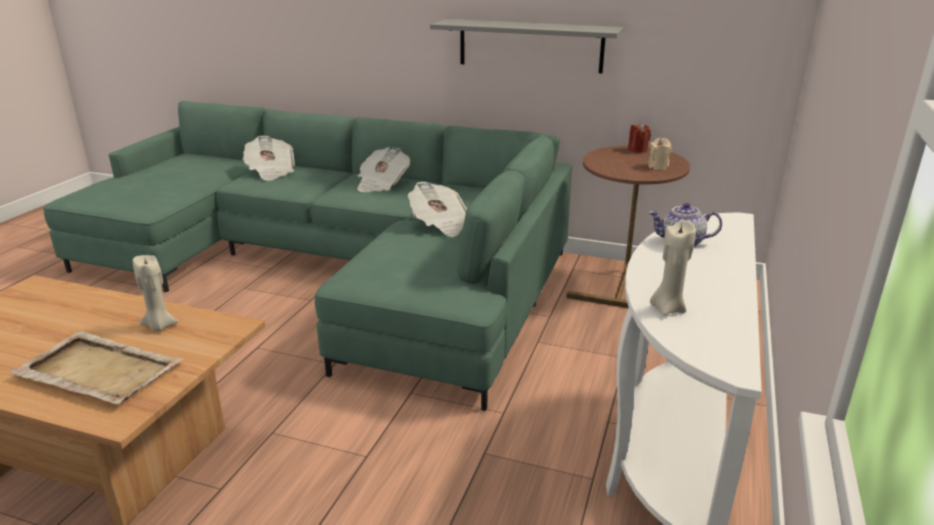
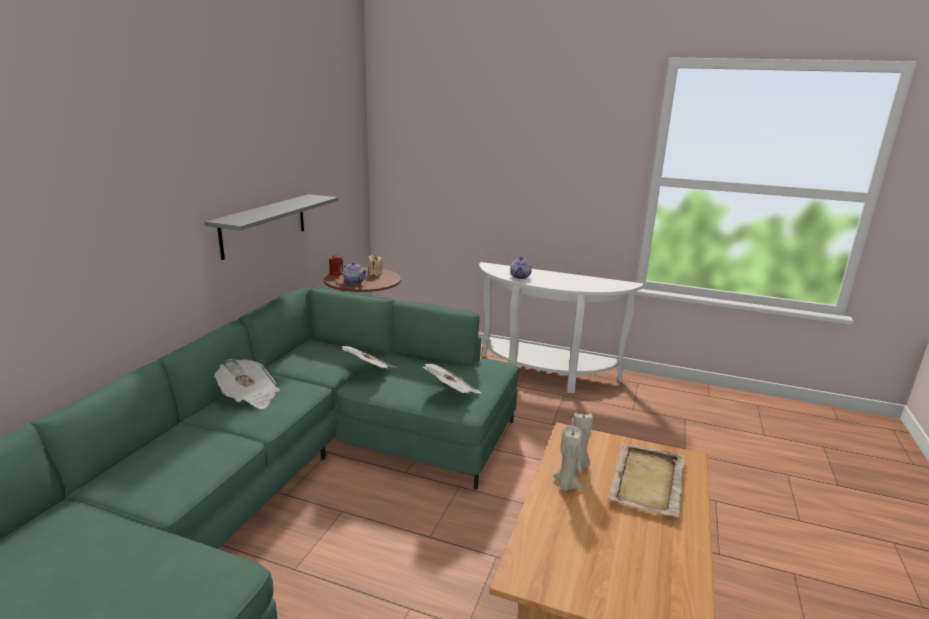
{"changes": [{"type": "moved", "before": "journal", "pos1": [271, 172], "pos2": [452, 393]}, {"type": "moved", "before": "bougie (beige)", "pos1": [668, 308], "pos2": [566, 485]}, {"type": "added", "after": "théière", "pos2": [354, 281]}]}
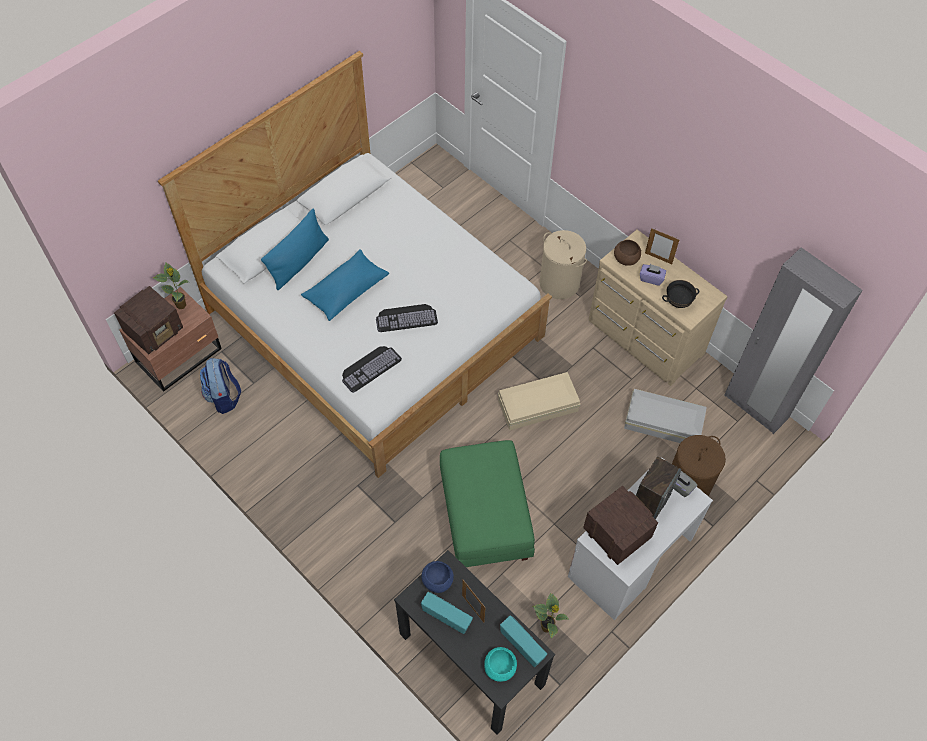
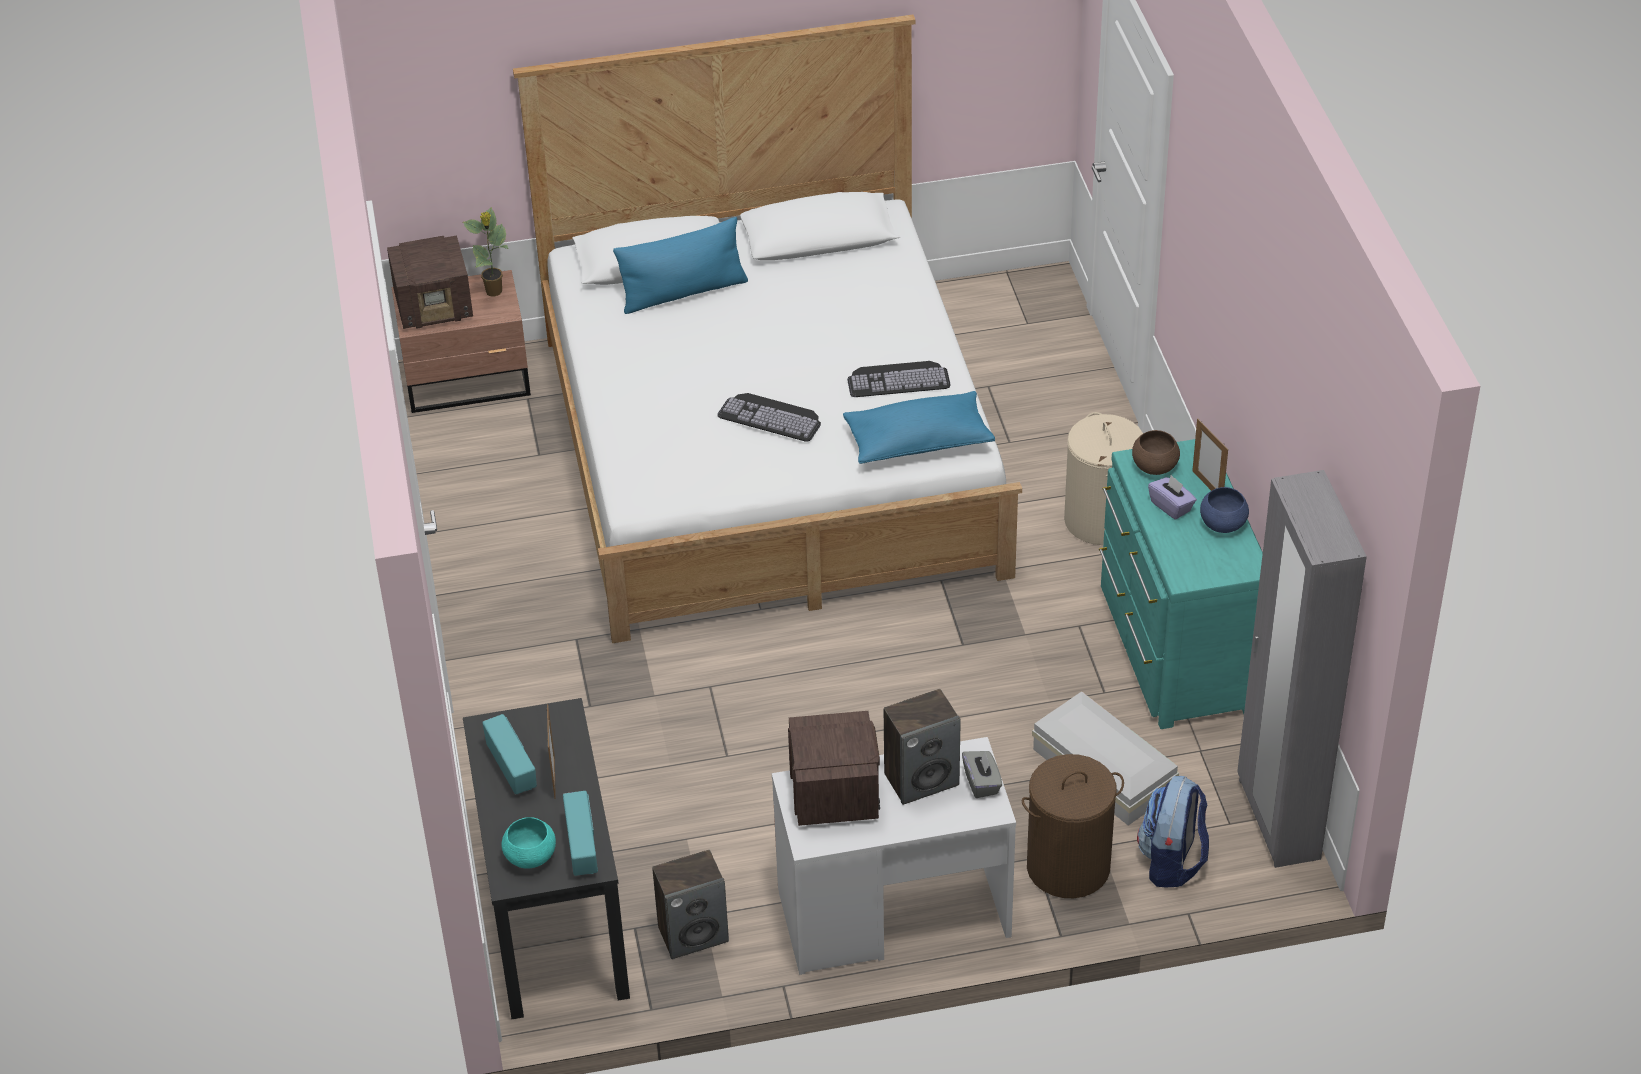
{"changes": [{"type": "recoloured", "before": "commode (beige)", "after": "commode (turquoise)", "pos1": [644, 339], "pos2": [1173, 650]}, {"type": "moved", "before": "coussin (bleu)", "pos1": [346, 291], "pos2": [918, 442]}, {"type": "removed", "before": "bol (noir)", "pos1": [678, 303]}, {"type": "moved", "before": "clavier", "pos1": [370, 367], "pos2": [898, 378]}, {"type": "moved", "before": "sac à dos", "pos1": [224, 397], "pos2": [1172, 862]}, {"type": "removed", "before": "boîte de rangement (beige)", "pos1": [539, 406]}, {"type": "removed", "before": "pouf (vert)", "pos1": [483, 517]}, {"type": "moved", "before": "bol (bleu)", "pos1": [437, 581], "pos2": [1222, 524]}, {"type": "replaced", "before": "plante en pot", "after": "enceinte", "pos1": [547, 627], "pos2": [693, 934]}]}
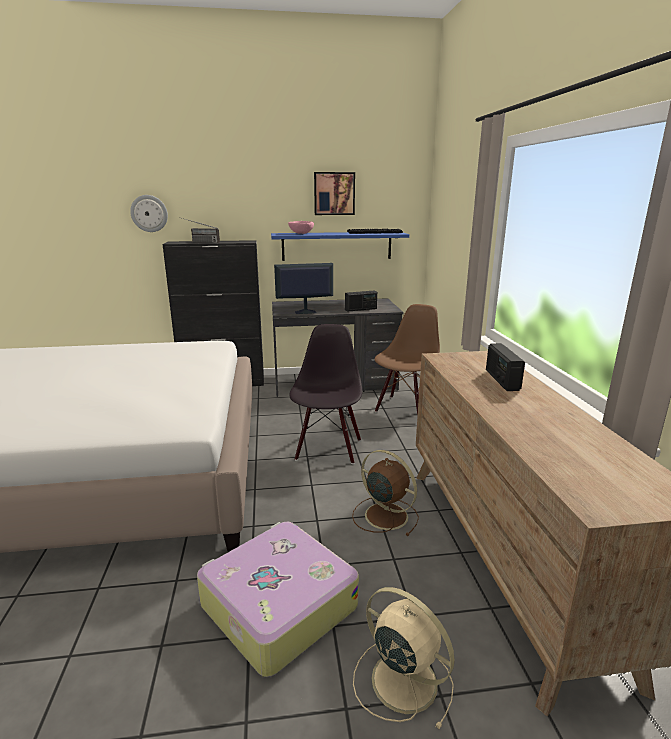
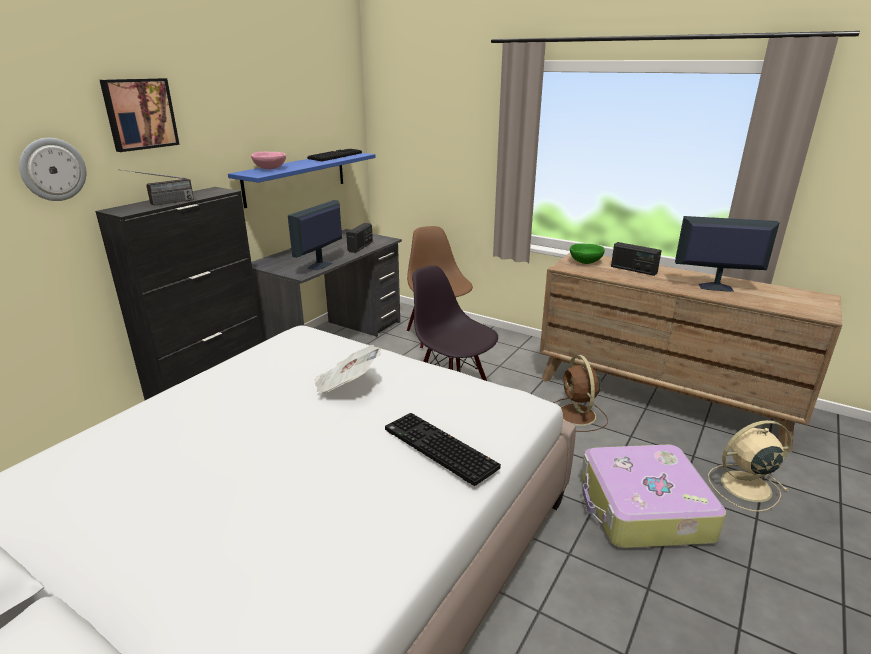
{"changes": [{"type": "moved", "before": "tableau", "pos1": [334, 193], "pos2": [139, 114]}, {"type": "turned", "before": "ventilateur (marron)", "pos1": [384, 515], "pos2": [577, 416], "turn": -90}, {"type": "added", "after": "écran d'ordinateur", "pos2": [715, 287]}, {"type": "added", "after": "bol (vert)", "pos2": [585, 262]}, {"type": "added", "after": "journal", "pos2": [346, 385]}, {"type": "added", "after": "clavier", "pos2": [437, 449]}]}
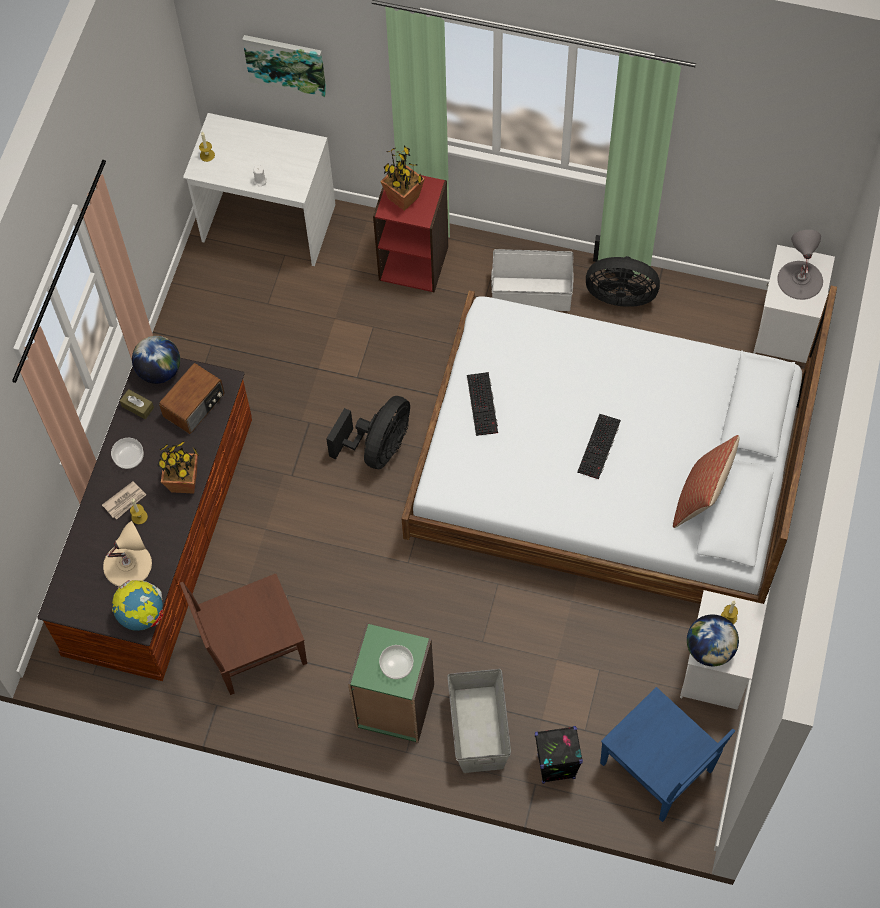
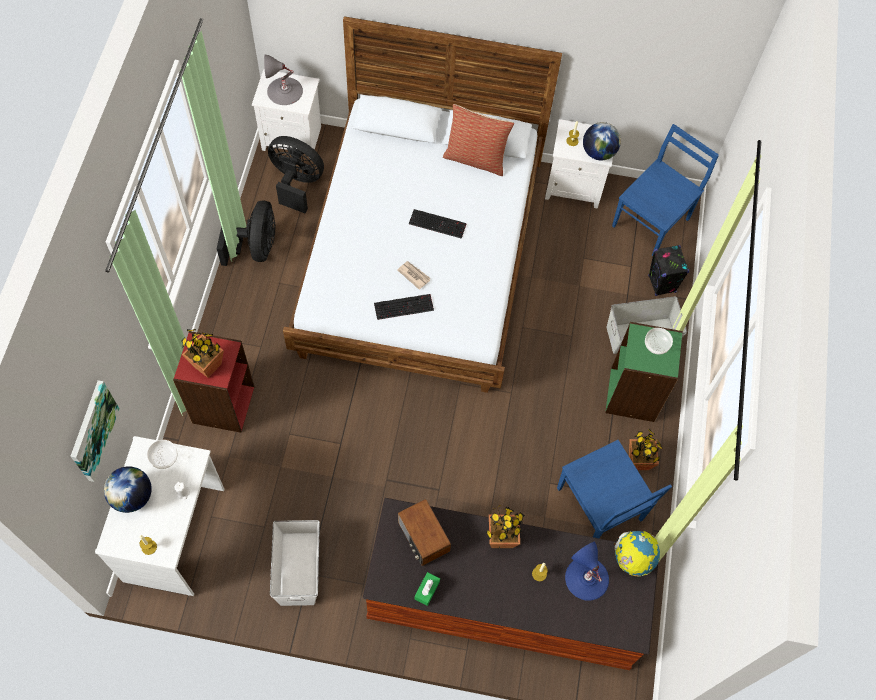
{"changes": [{"type": "moved", "before": "boîte de rangement (blanc)", "pos1": [531, 293], "pos2": [298, 569]}, {"type": "moved", "before": "globe", "pos1": [159, 371], "pos2": [132, 496]}, {"type": "turned", "before": "radio", "pos1": [195, 406], "pos2": [423, 537], "turn": -150}, {"type": "recoloured", "before": "boîte à mouchoirs (marron)", "after": "boîte à mouchoirs (vert)", "pos1": [137, 407], "pos2": [427, 590]}, {"type": "moved", "before": "ventilateur (noir)", "pos1": [378, 448], "pos2": [296, 183]}, {"type": "moved", "before": "bol", "pos1": [128, 457], "pos2": [164, 457]}, {"type": "moved", "before": "journal", "pos1": [125, 501], "pos2": [413, 275]}, {"type": "recoloured", "before": "lampe de table (beige)", "after": "lampe de table (bleu)", "pos1": [127, 564], "pos2": [586, 578]}, {"type": "recoloured", "before": "chaise (marron)", "after": "chaise (bleu)", "pos1": [253, 649], "pos2": [600, 506]}, {"type": "added", "after": "plante en pot", "pos2": [639, 461]}]}
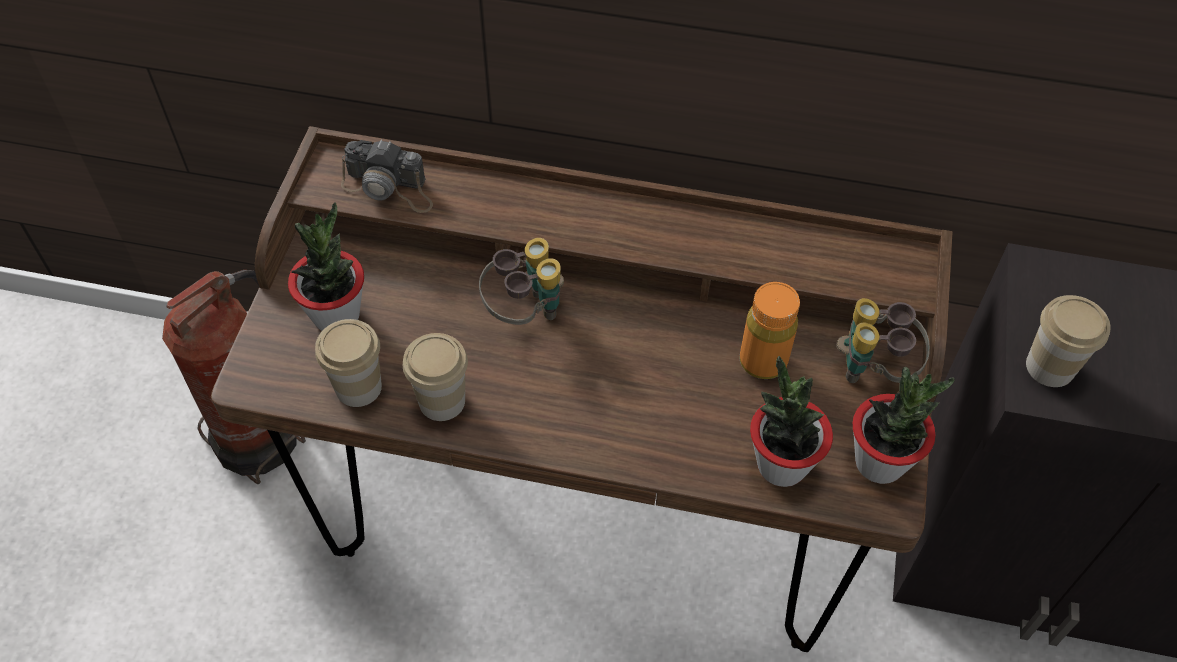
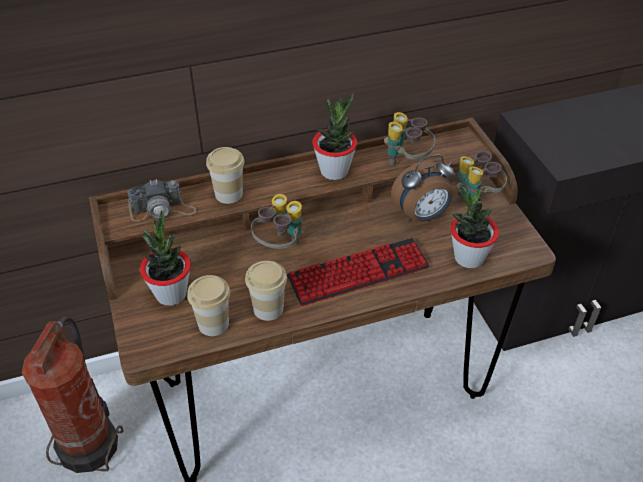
{"changes": [{"type": "replaced", "before": "bouteille (orange)", "after": "réveil", "pos1": [763, 361], "pos2": [421, 216]}, {"type": "moved", "before": "tasse", "pos1": [1050, 367], "pos2": [229, 194]}, {"type": "moved", "before": "plante en pot", "pos1": [880, 462], "pos2": [334, 171]}, {"type": "added", "after": "jumelles", "pos2": [406, 161]}, {"type": "added", "after": "clavier", "pos2": [358, 273]}]}
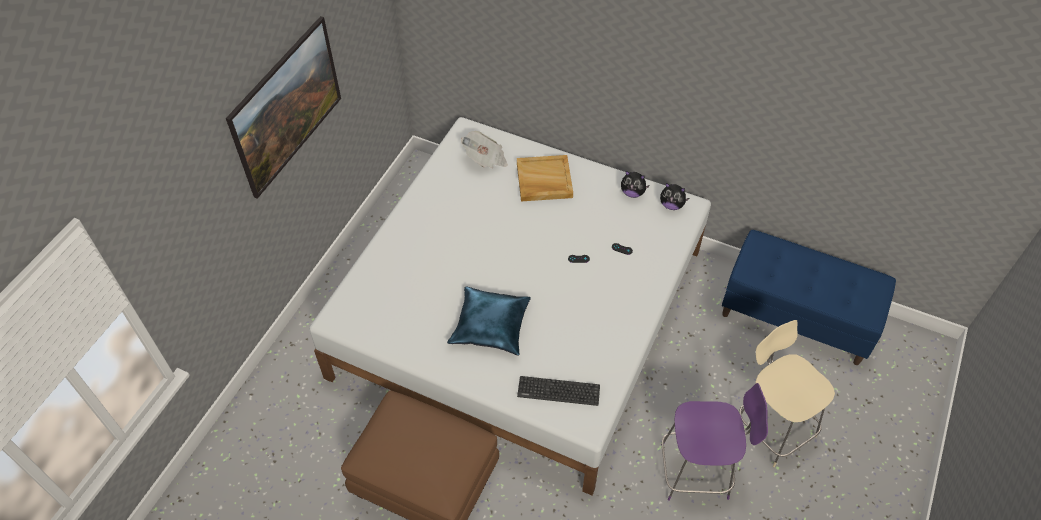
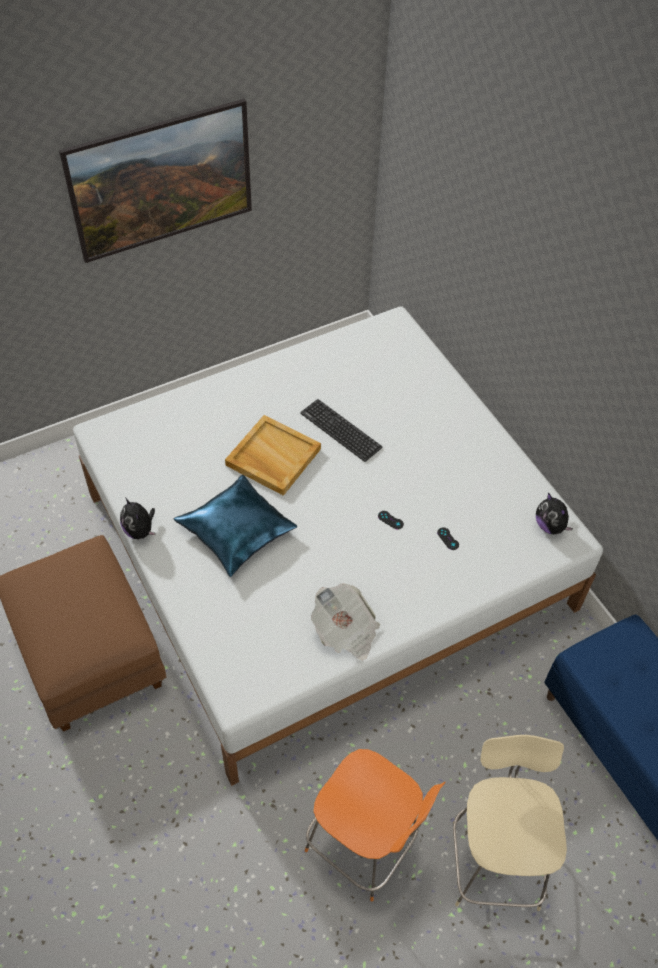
{"changes": [{"type": "moved", "before": "journal", "pos1": [485, 159], "pos2": [345, 631]}, {"type": "moved", "before": "plateau (beige)", "pos1": [543, 180], "pos2": [272, 457]}, {"type": "moved", "before": "peluche", "pos1": [632, 193], "pos2": [140, 531]}, {"type": "moved", "before": "clavier", "pos1": [558, 391], "pos2": [340, 430]}, {"type": "recoloured", "before": "chaise (violet)", "after": "chaise (orange)", "pos1": [697, 471], "pos2": [364, 844]}]}
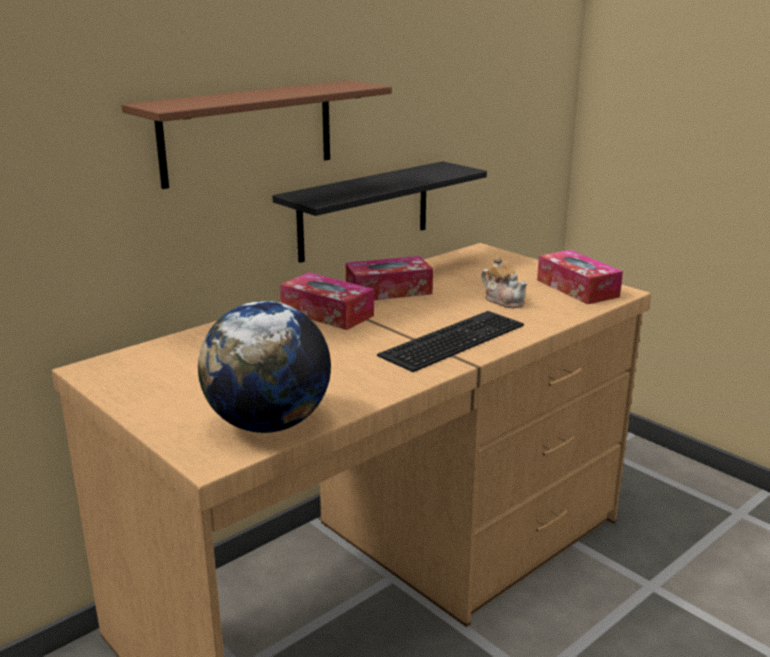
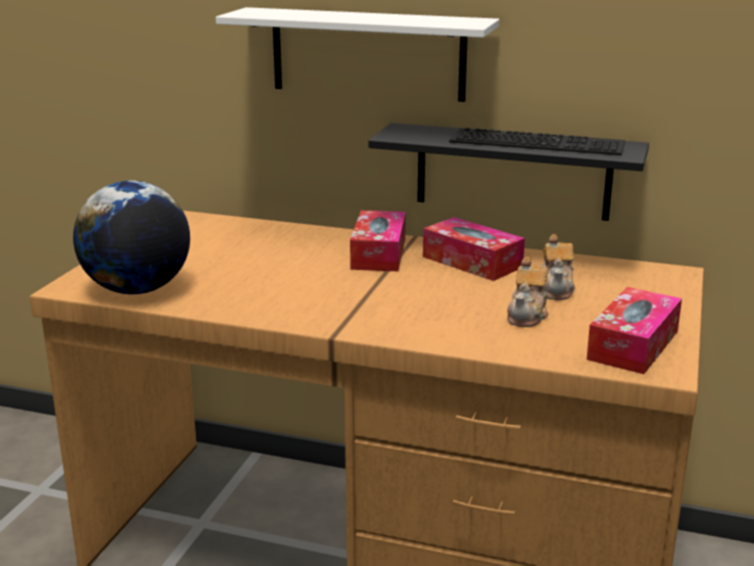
{"changes": [{"type": "recoloured", "before": "étagère (marron)", "after": "étagère (blanc)", "pos1": [248, 132], "pos2": [367, 54]}, {"type": "moved", "before": "clavier", "pos1": [452, 338], "pos2": [539, 141]}, {"type": "added", "after": "théière", "pos2": [556, 289]}]}
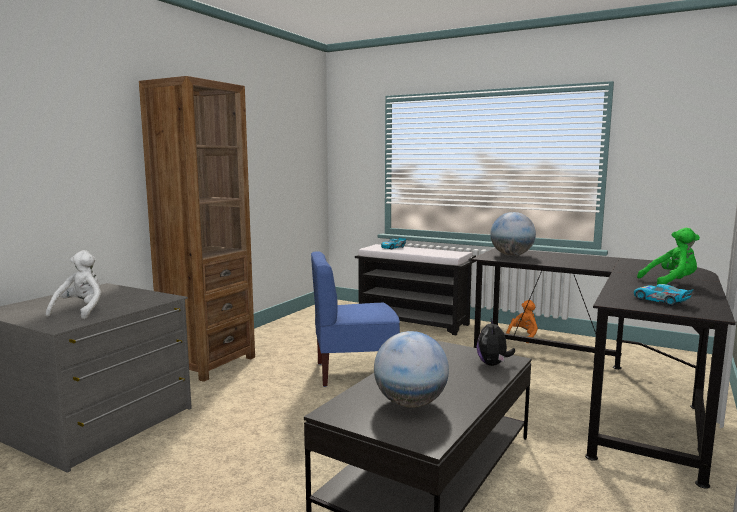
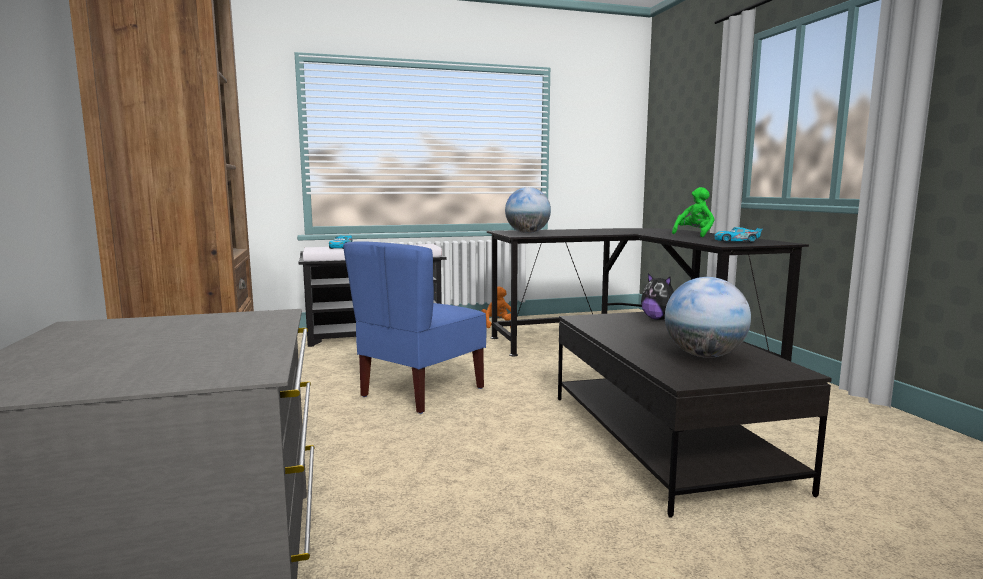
{"changes": [{"type": "removed", "before": "peluche (blanc)", "pos1": [81, 311]}]}
